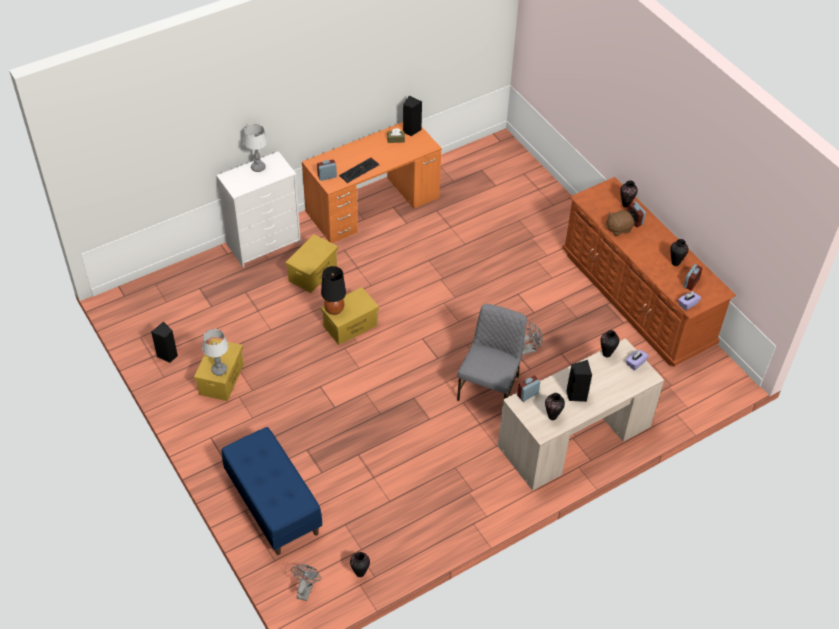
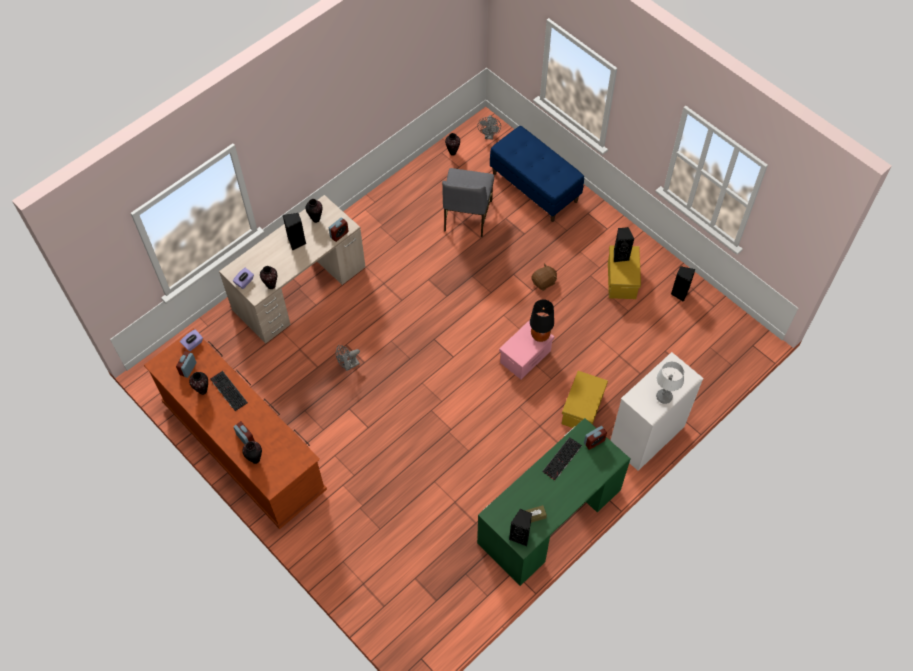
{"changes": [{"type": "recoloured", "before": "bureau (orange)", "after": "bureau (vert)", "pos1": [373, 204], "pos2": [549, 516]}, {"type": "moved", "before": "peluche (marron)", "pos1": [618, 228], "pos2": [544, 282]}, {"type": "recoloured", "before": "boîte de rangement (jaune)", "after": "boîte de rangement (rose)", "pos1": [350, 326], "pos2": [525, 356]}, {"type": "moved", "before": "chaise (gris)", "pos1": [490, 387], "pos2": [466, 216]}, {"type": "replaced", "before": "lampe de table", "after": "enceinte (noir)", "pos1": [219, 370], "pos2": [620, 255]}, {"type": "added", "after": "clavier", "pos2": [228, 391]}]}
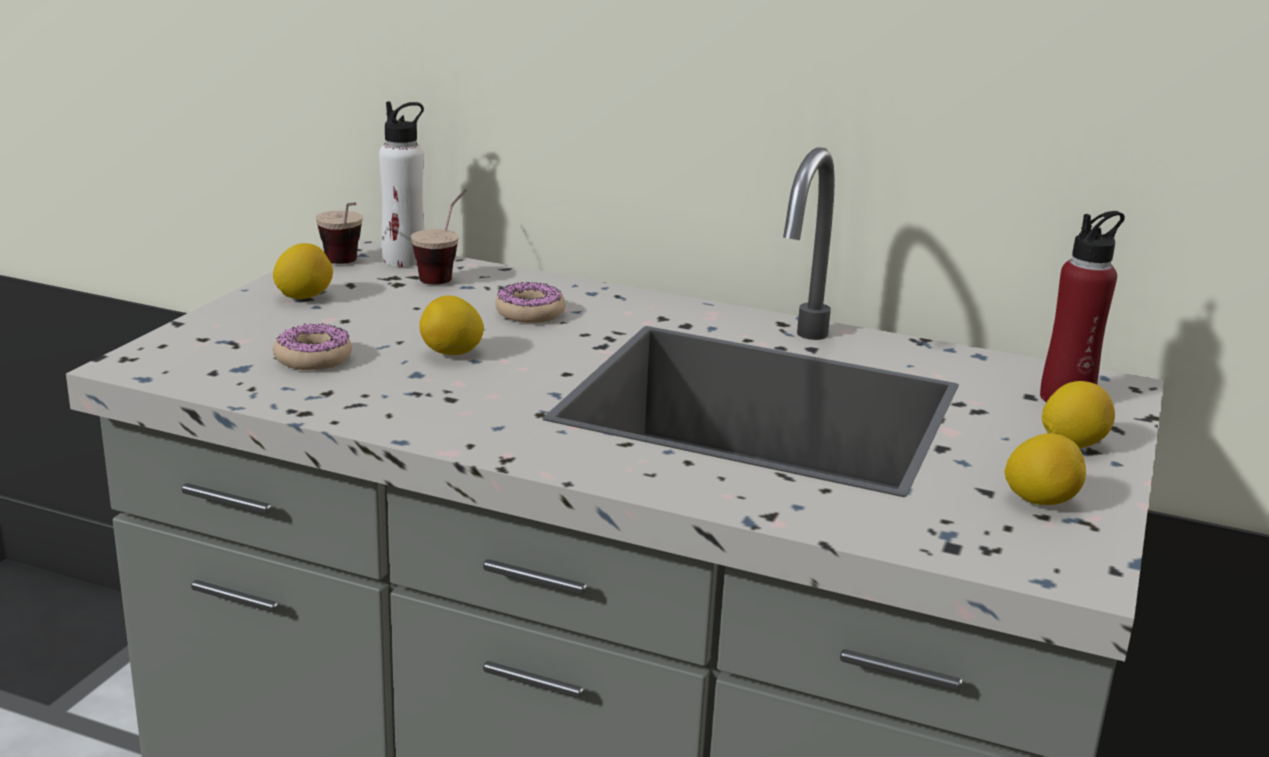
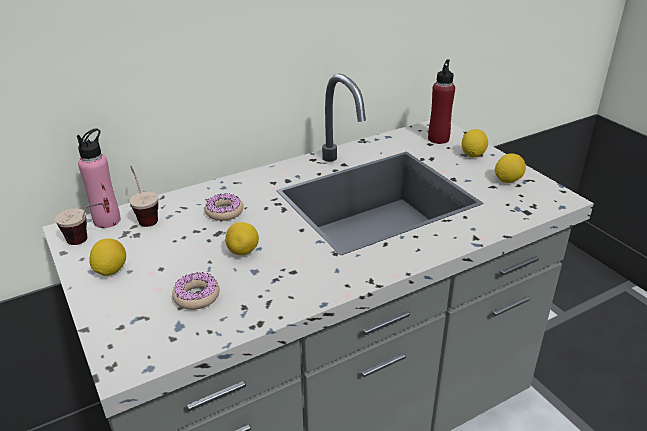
{"changes": [{"type": "recoloured", "before": "bouteille (blanc)", "after": "bouteille (rose)", "pos1": [404, 259], "pos2": [107, 220]}]}
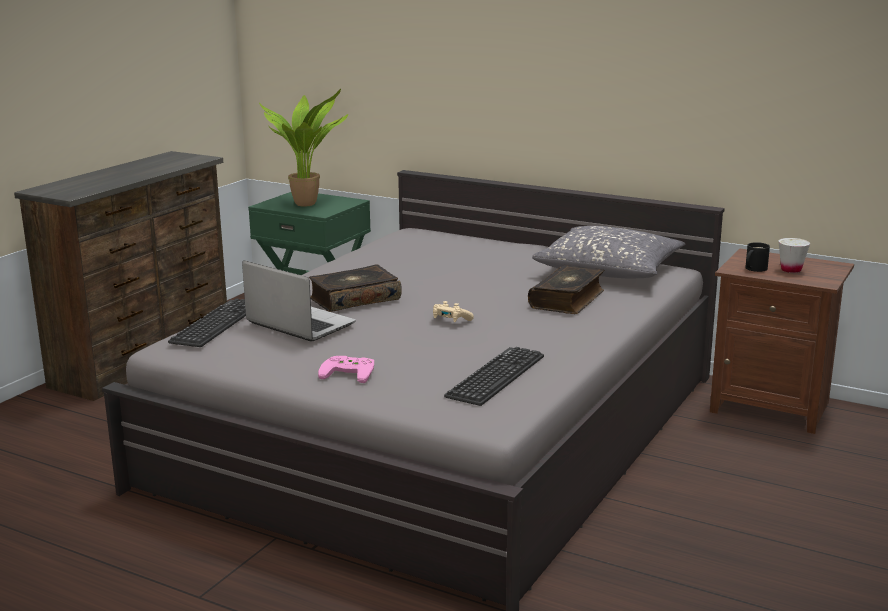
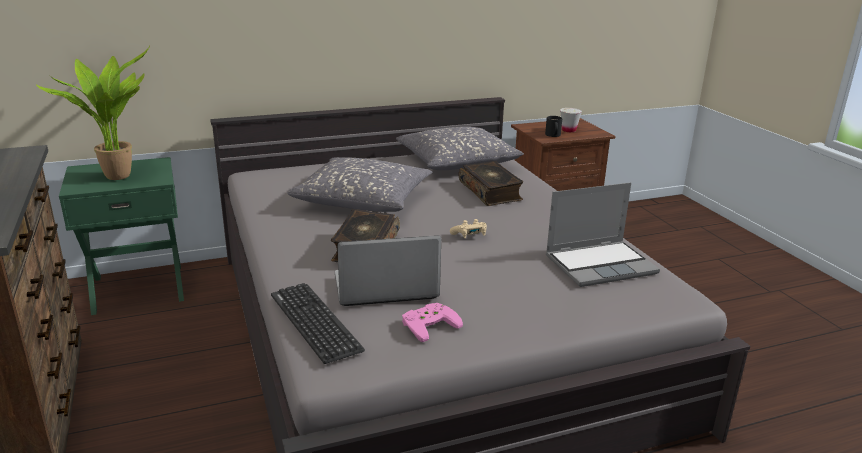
{"changes": [{"type": "replaced", "before": "clavier", "after": "ordinateur portable", "pos1": [496, 377], "pos2": [601, 264]}, {"type": "moved", "before": "manette (rose)", "pos1": [350, 372], "pos2": [428, 324]}, {"type": "added", "after": "coussin (gris)", "pos2": [363, 200]}]}
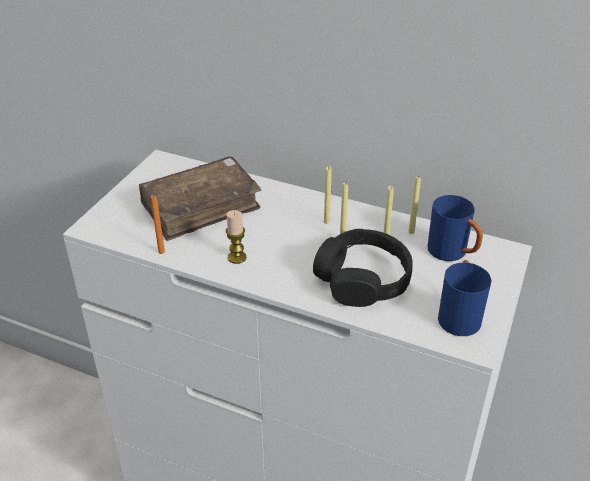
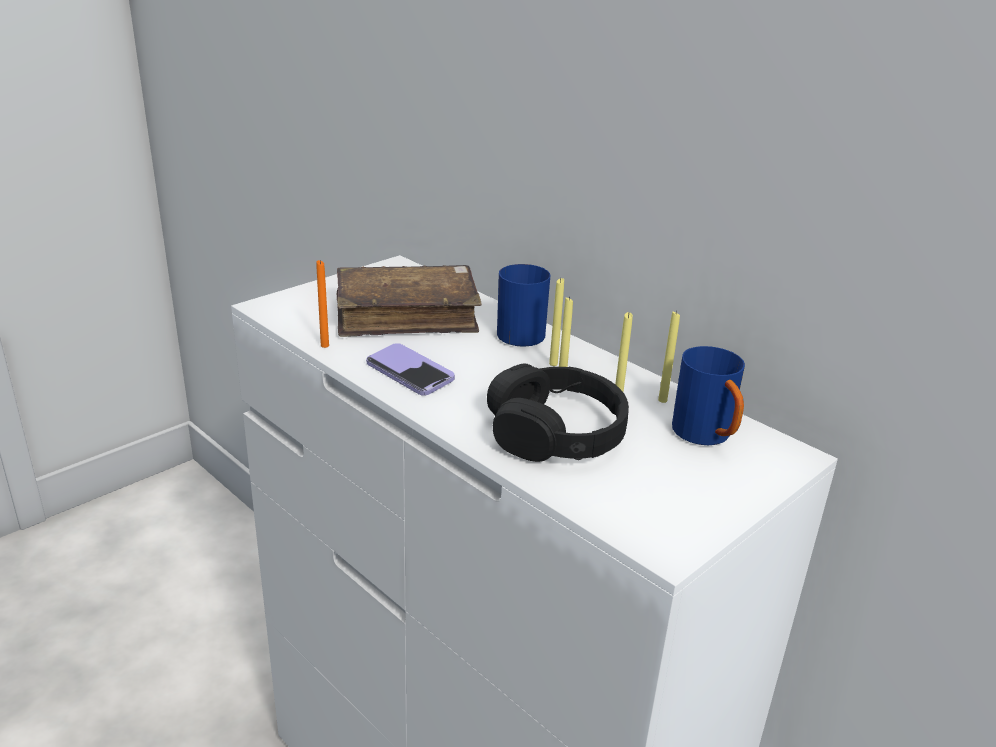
{"changes": [{"type": "replaced", "before": "bougie", "after": "téléphone", "pos1": [237, 257], "pos2": [409, 372]}, {"type": "moved", "before": "mug (bleu)", "pos1": [459, 315], "pos2": [525, 332]}]}
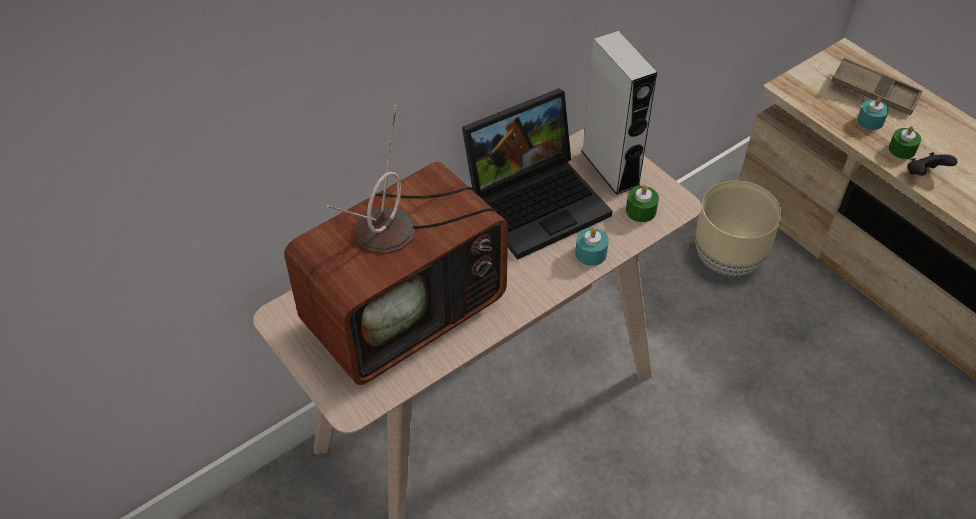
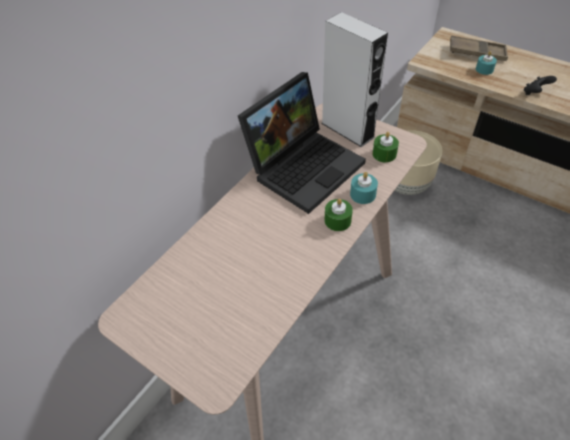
{"changes": [{"type": "removed", "before": "téléviseur", "pos1": [406, 308]}, {"type": "moved", "before": "bougie (vert)", "pos1": [902, 149], "pos2": [337, 220]}]}
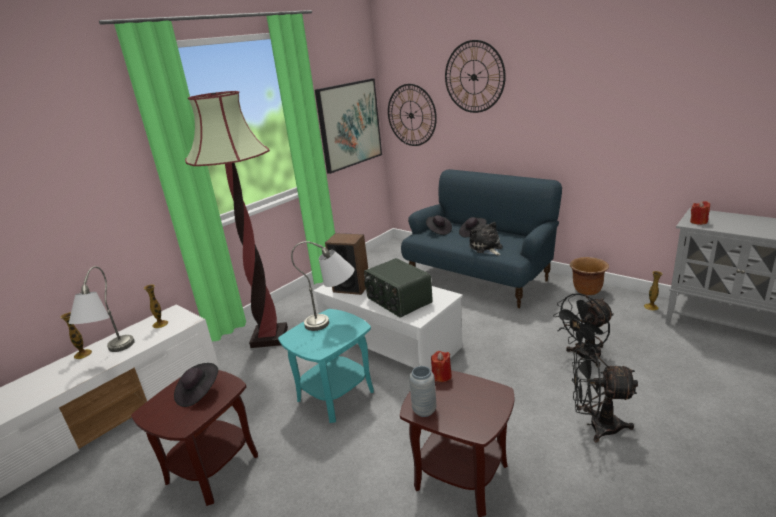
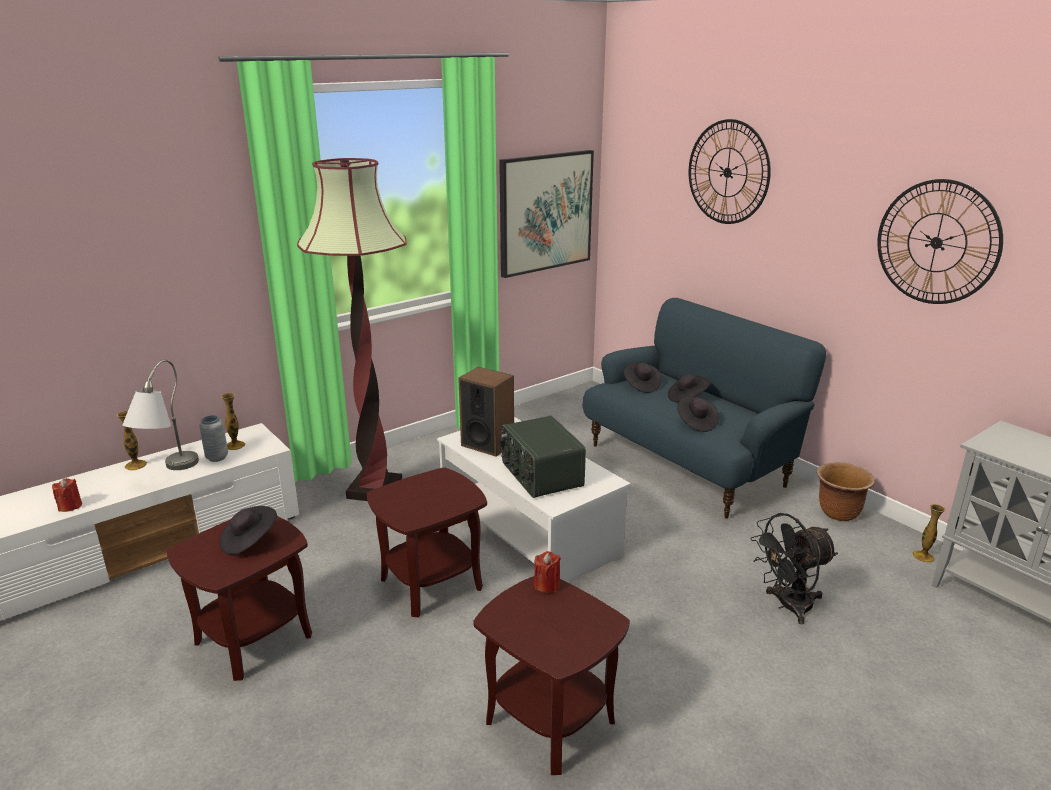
{"changes": [{"type": "moved", "before": "horloge murale", "pos1": [411, 115], "pos2": [936, 242]}, {"type": "moved", "before": "bougie (rouge)", "pos1": [698, 222], "pos2": [70, 506]}, {"type": "replaced", "before": "peluche", "after": "chapeau (noir)", "pos1": [486, 248], "pos2": [696, 423]}, {"type": "removed", "before": "lampe de table (gris)", "pos1": [334, 321]}, {"type": "recoloured", "before": "table d'appoint (turquoise)", "after": "table d'appoint (marron)", "pos1": [335, 395], "pos2": [431, 583]}, {"type": "removed", "before": "ventilateur (noir)", "pos1": [596, 425]}, {"type": "moved", "before": "vase (gris)", "pos1": [424, 410], "pos2": [217, 457]}]}
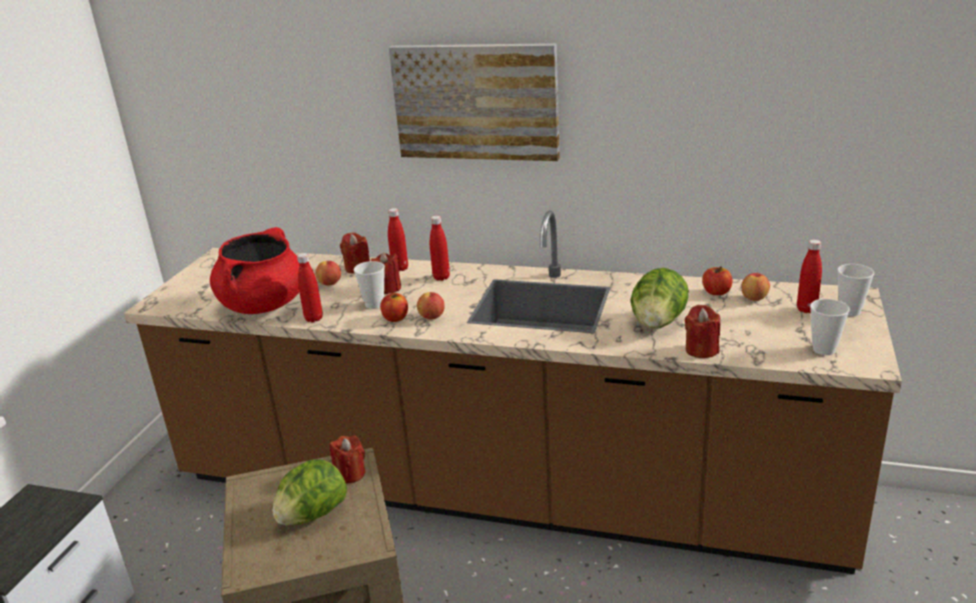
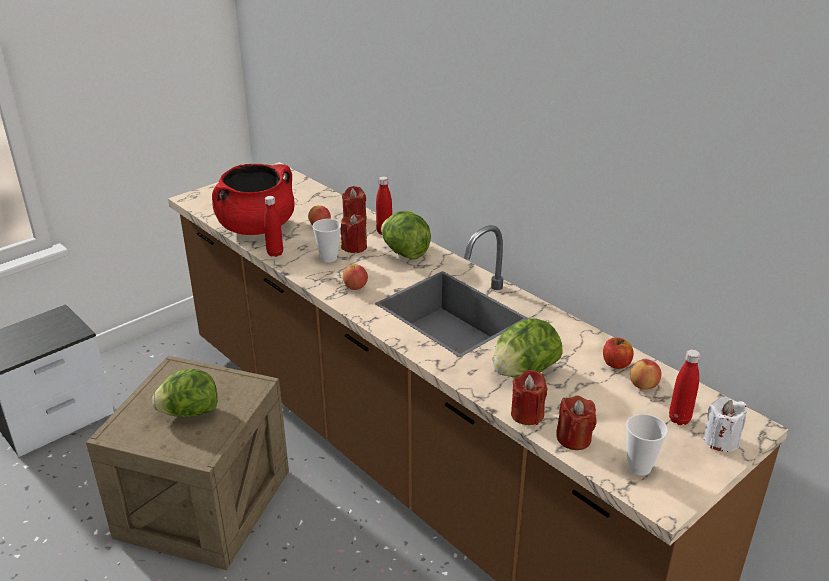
{"changes": [{"type": "removed", "before": "tableau", "pos1": [476, 101]}, {"type": "replaced", "before": "bouteille (rouge)", "after": "laitue", "pos1": [441, 277], "pos2": [405, 253]}, {"type": "replaced", "before": "tasse", "after": "bougie (blanc)", "pos1": [849, 311], "pos2": [721, 440]}, {"type": "removed", "before": "pomme", "pos1": [395, 318]}, {"type": "moved", "before": "bougie (rouge)", "pos1": [350, 474], "pos2": [573, 438]}]}
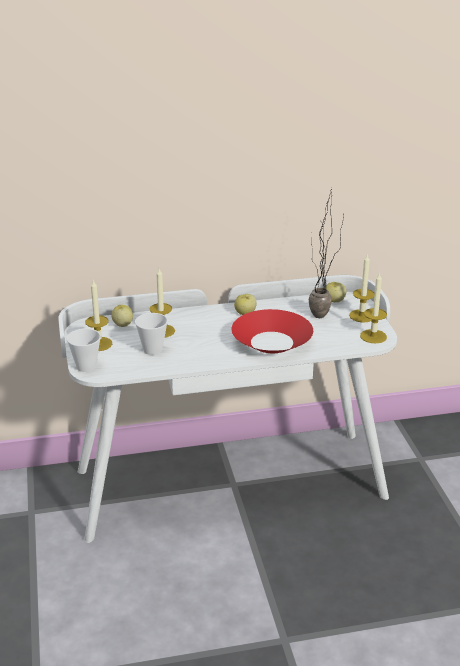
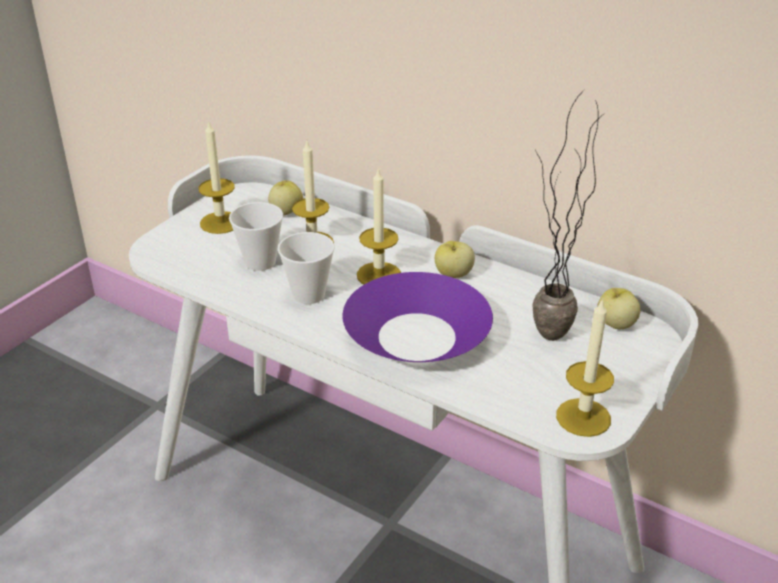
{"changes": [{"type": "moved", "before": "bougie", "pos1": [362, 316], "pos2": [379, 275]}, {"type": "recoloured", "before": "bol (rouge)", "after": "bol (violet)", "pos1": [271, 342], "pos2": [416, 336]}, {"type": "moved", "before": "tasse", "pos1": [86, 366], "pos2": [309, 295]}]}
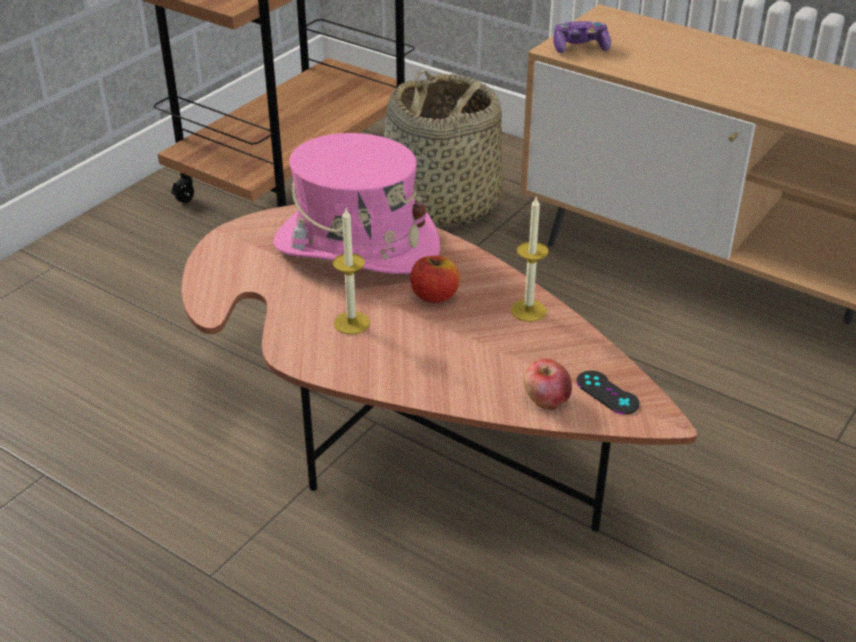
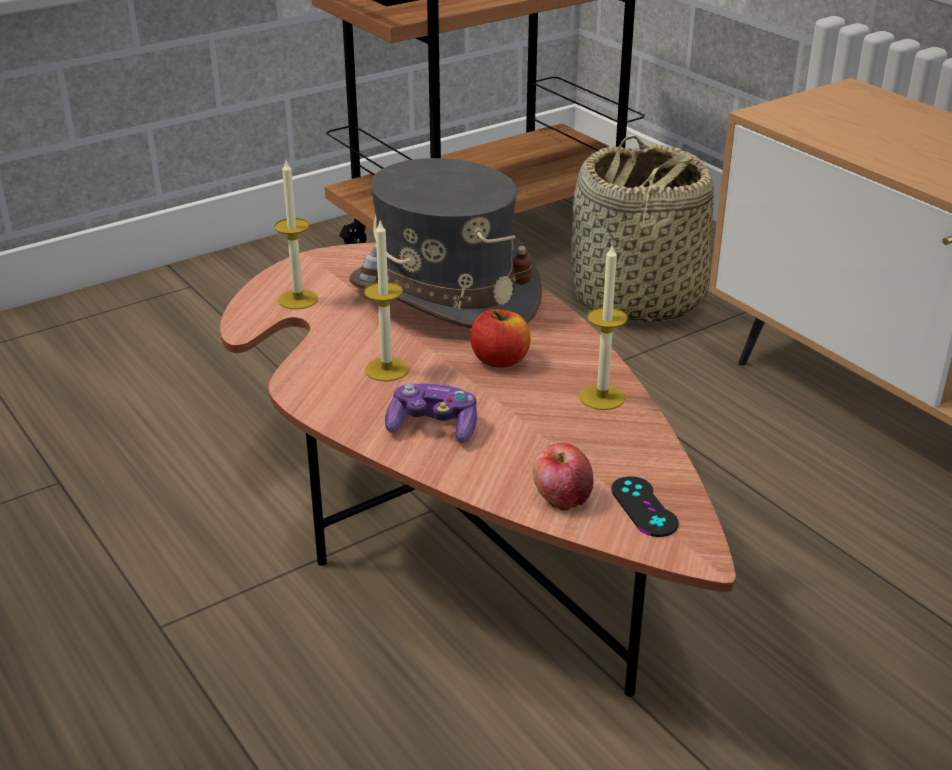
{"changes": [{"type": "moved", "before": "manette", "pos1": [580, 48], "pos2": [433, 427]}, {"type": "recoloured", "before": "chapeau (rose)", "after": "chapeau (gris)", "pos1": [356, 246], "pos2": [444, 294]}, {"type": "added", "after": "bougie", "pos2": [298, 299]}]}
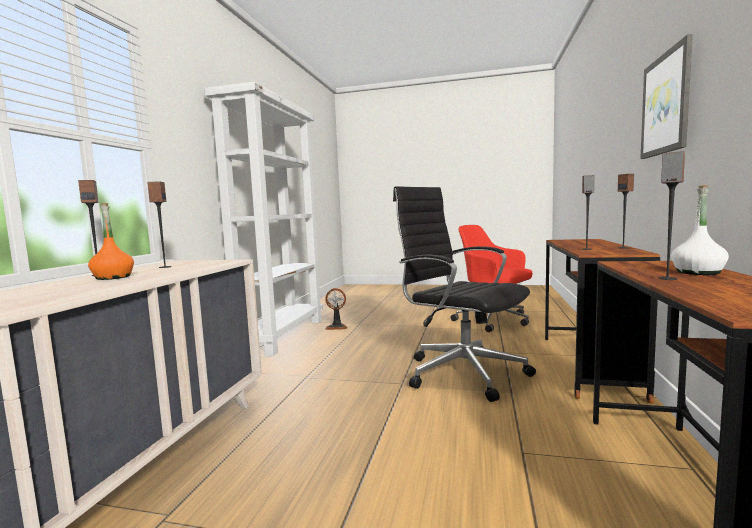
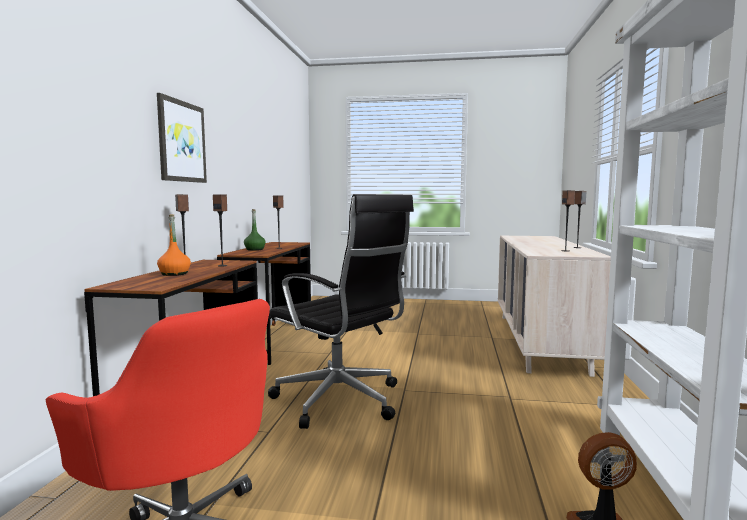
{"changes": [{"type": "recoloured", "before": "bouteille (blanc)", "after": "bouteille (vert)", "pos1": [698, 272], "pos2": [255, 249]}, {"type": "moved", "before": "bouteille (orange)", "pos1": [113, 277], "pos2": [174, 274]}]}
